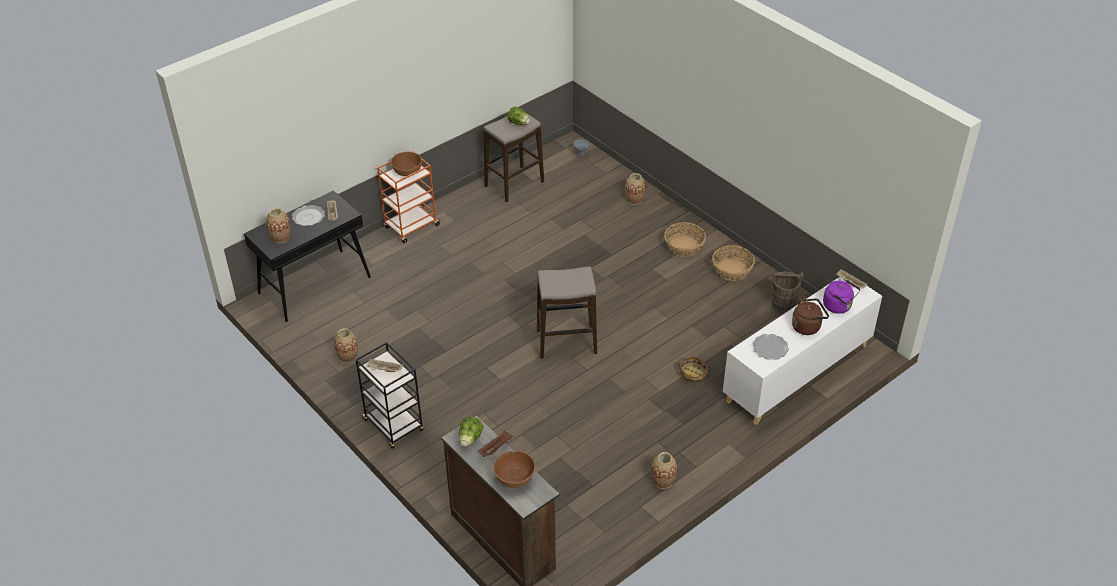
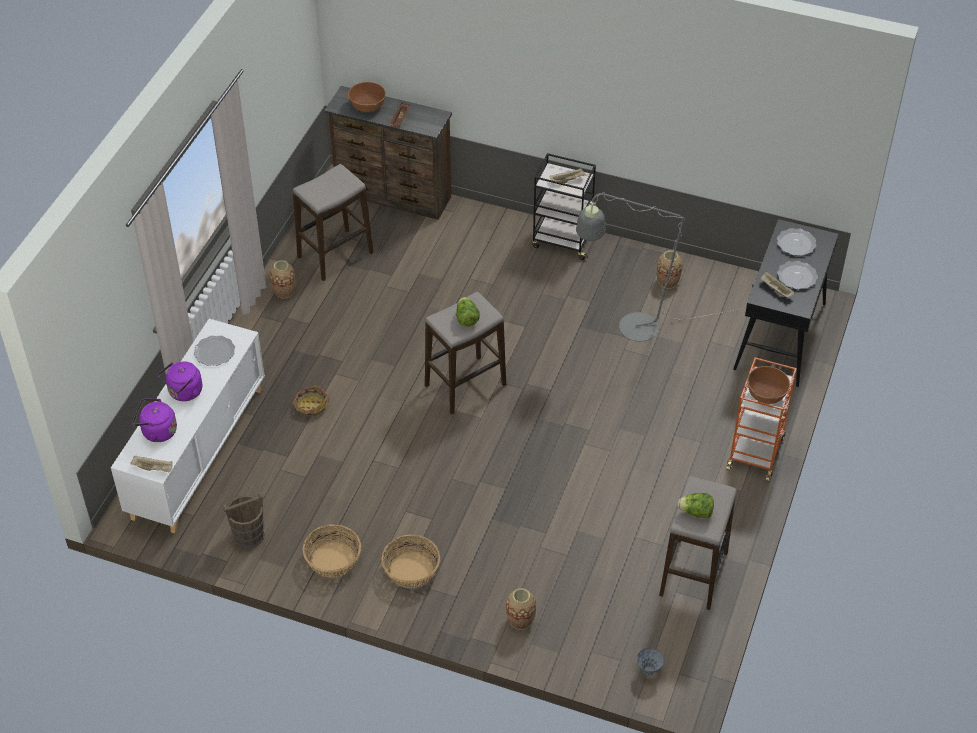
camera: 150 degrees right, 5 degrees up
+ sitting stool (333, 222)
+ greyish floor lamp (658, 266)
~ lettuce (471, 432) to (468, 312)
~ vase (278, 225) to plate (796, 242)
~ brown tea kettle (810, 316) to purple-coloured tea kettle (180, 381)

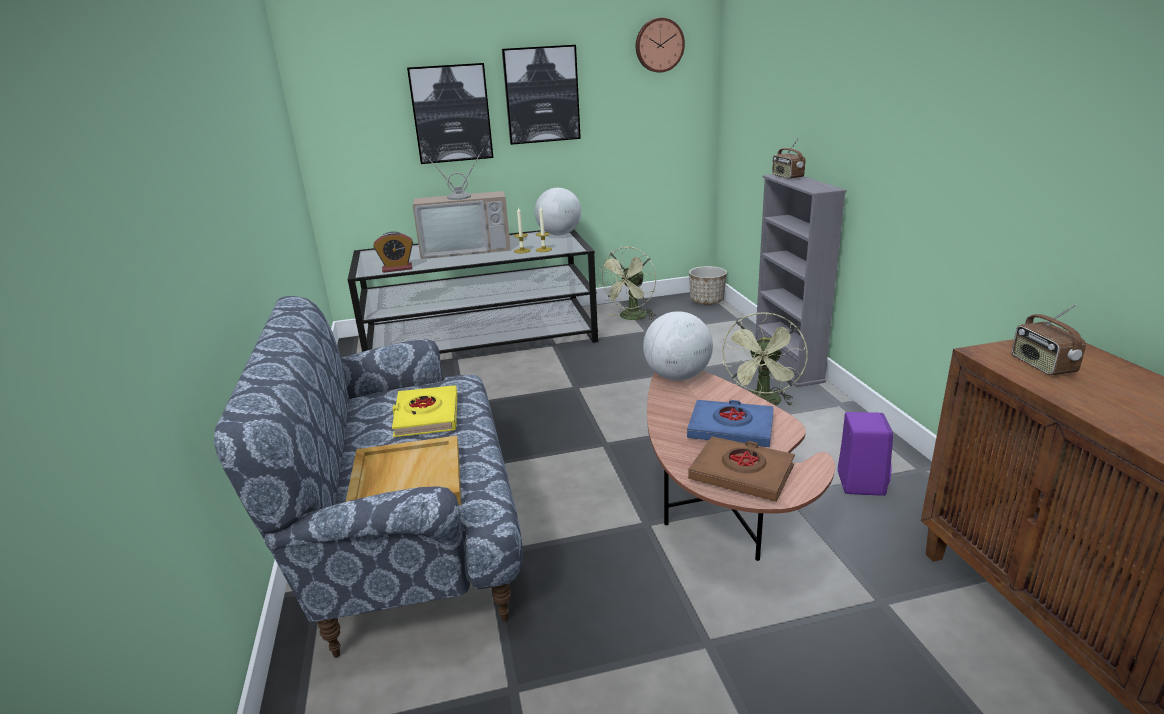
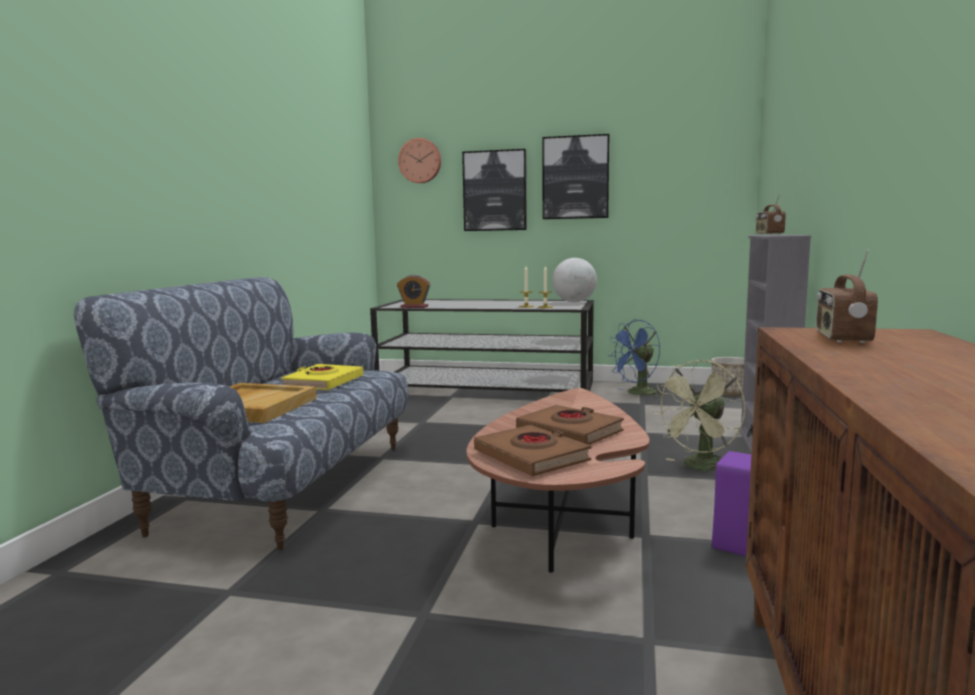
camera: 25 degrees right, 15 degrees down
- TV (462, 203)
- globe (678, 346)
~ clock on the wall (660, 45) to (419, 160)
~ green fan (627, 283) to blue fan (636, 358)
~ blue bound book (730, 423) to brown bound book (570, 425)

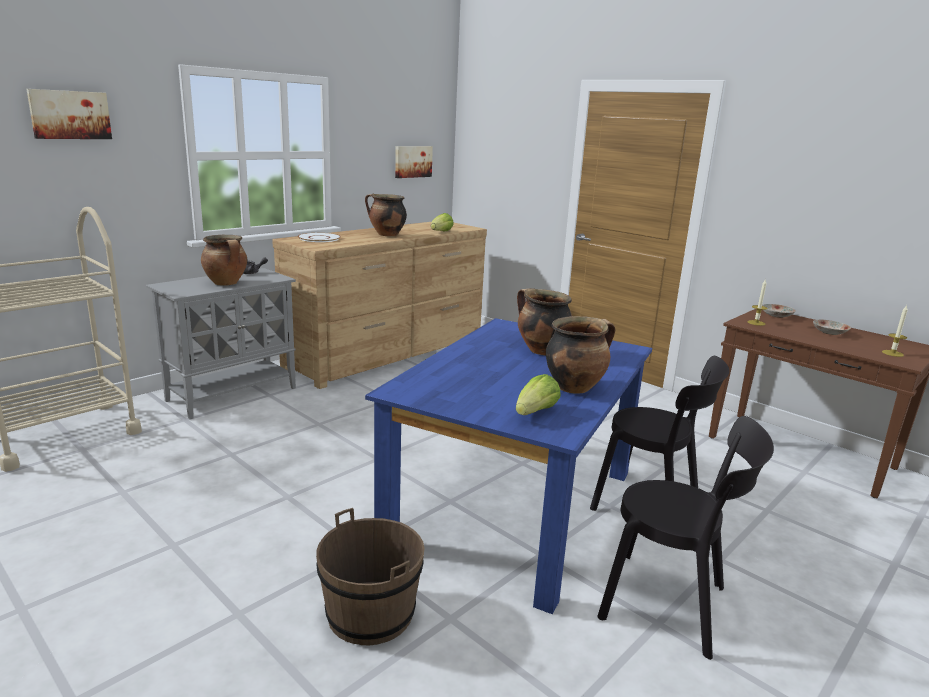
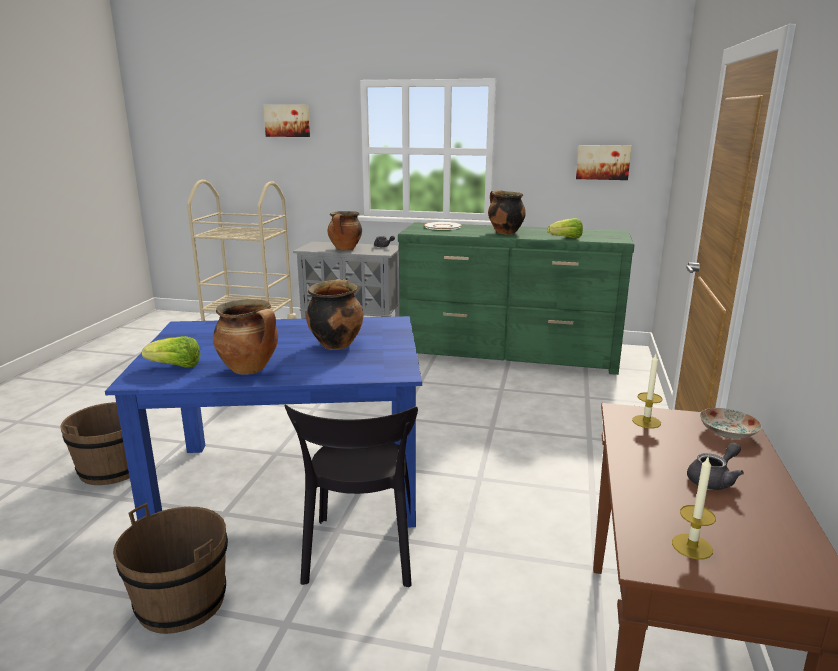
camera: 60 degrees right, 0 degrees up
~ blackish plain chair (686, 538) to brown bucket (170, 568)
~ plate (832, 327) to greyish tea pot (715, 466)
~ brown dresser (379, 305) to green dresser (516, 298)

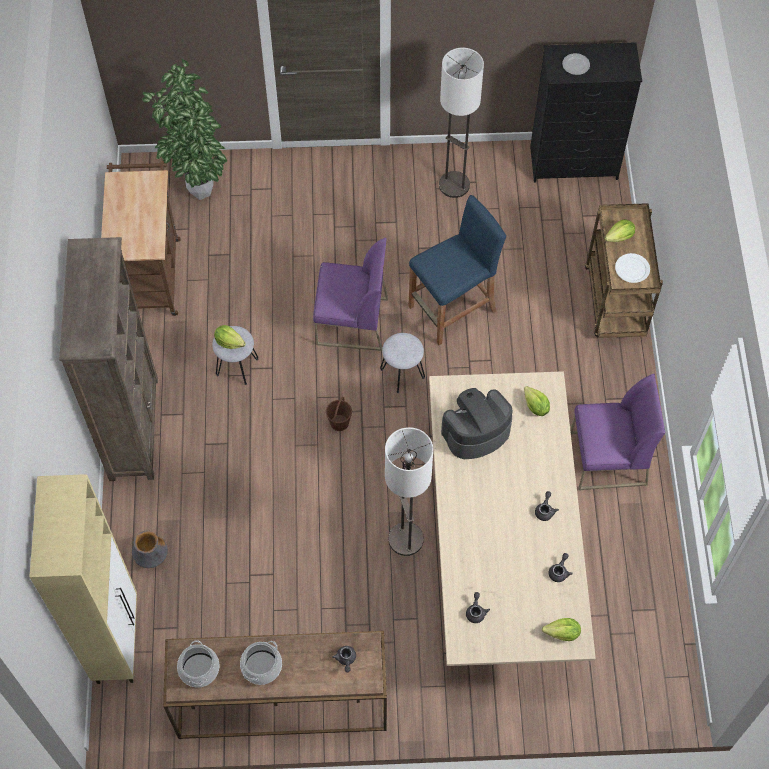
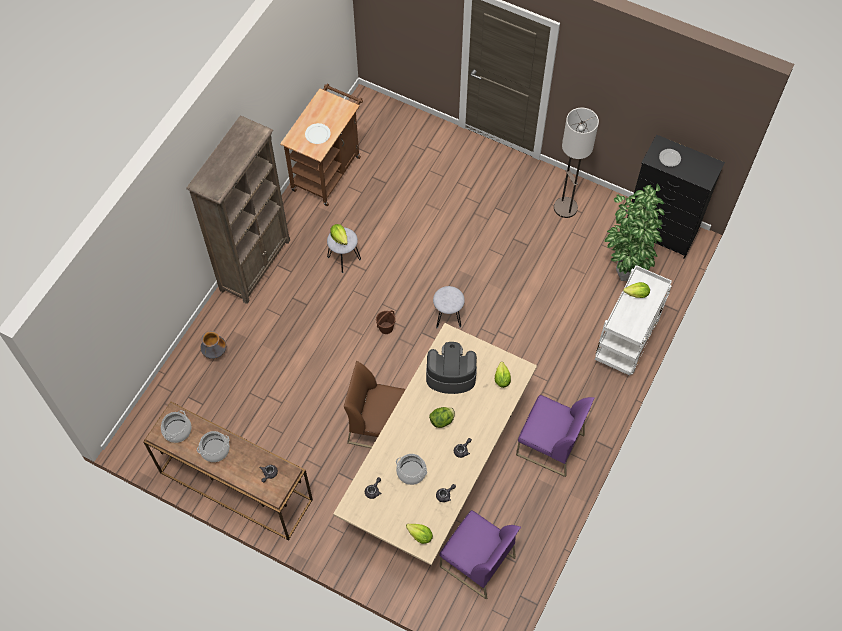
camera: 30 degrees right, 0 degrees up
- beige-coloured cupboard (83, 579)
- blue sitting stool (457, 270)
+ saucepot (411, 469)
+ lettuce (442, 417)
~ potted plant (184, 129) to (634, 232)
~ purple-coloured plain chair (350, 294) to (480, 555)
~ whitish plate (632, 268) to (318, 133)
~ floor lamp (409, 491) to brown plain chair (375, 404)
~ brown trolley (624, 270) to whitish trolley (633, 320)

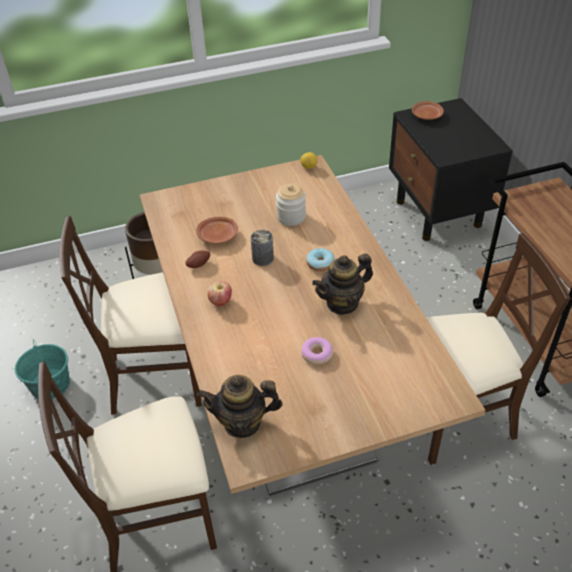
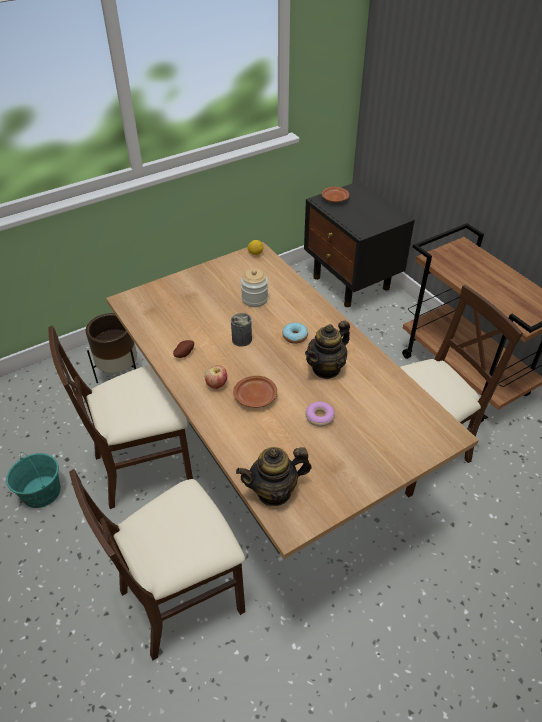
camera: 15 degrees left, 0 degrees up
~ brown plate (217, 230) to (255, 392)

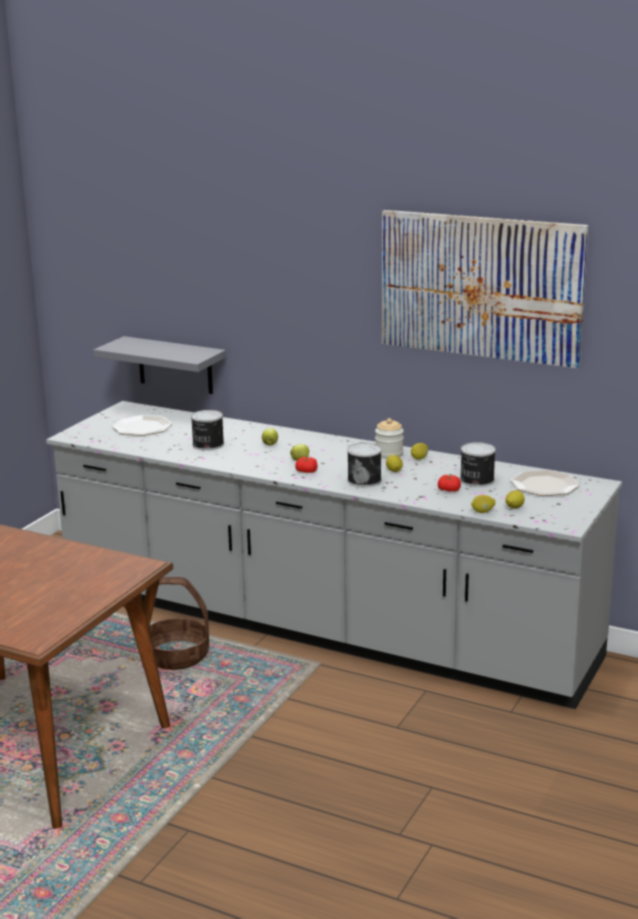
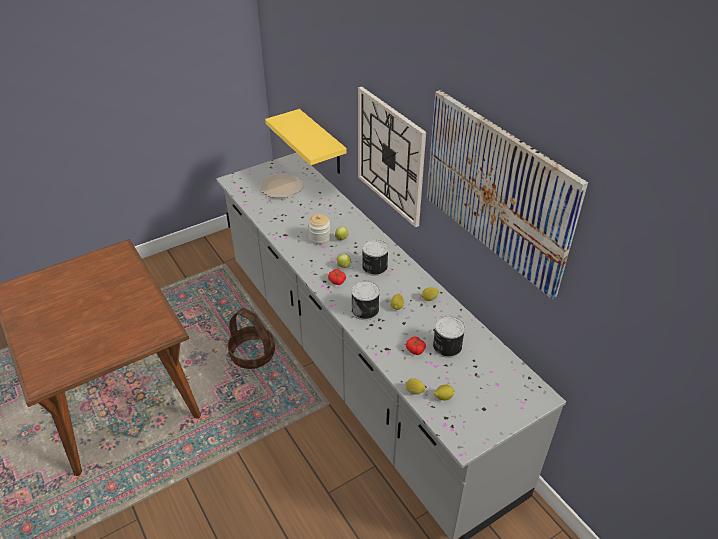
camera: 30 degrees right, 20 degrees up
- plate (545, 483)
+ clock on the wall (392, 157)
~ metal can (207, 430) to (375, 257)
~ storage jar (389, 438) to (319, 229)
~ greyish bracket shelf (159, 365) to yellowish bracket shelf (306, 141)

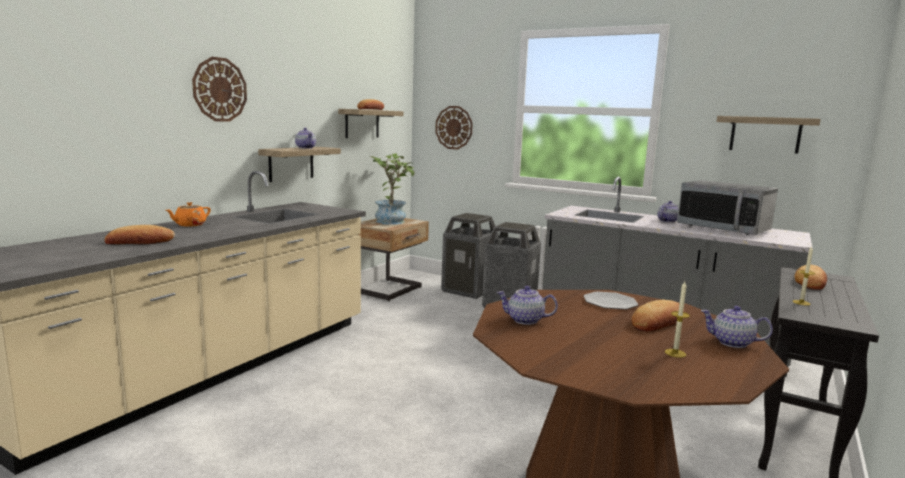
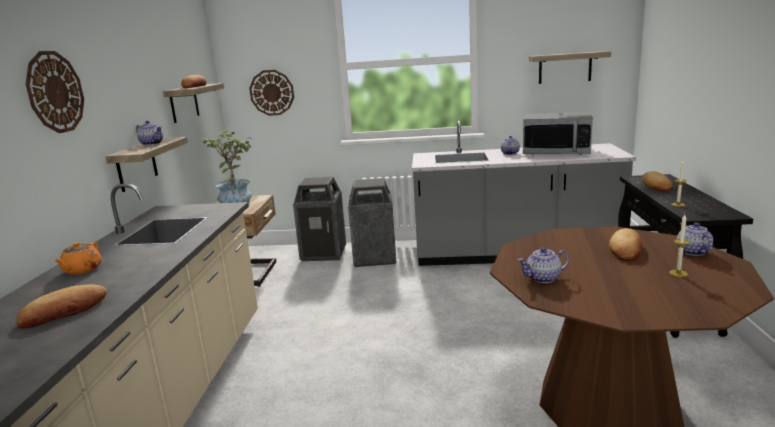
camera: 25 degrees left, 5 degrees up
- plate (611, 301)
~ tea pot (737, 327) = (695, 239) 90 degrees clockwise

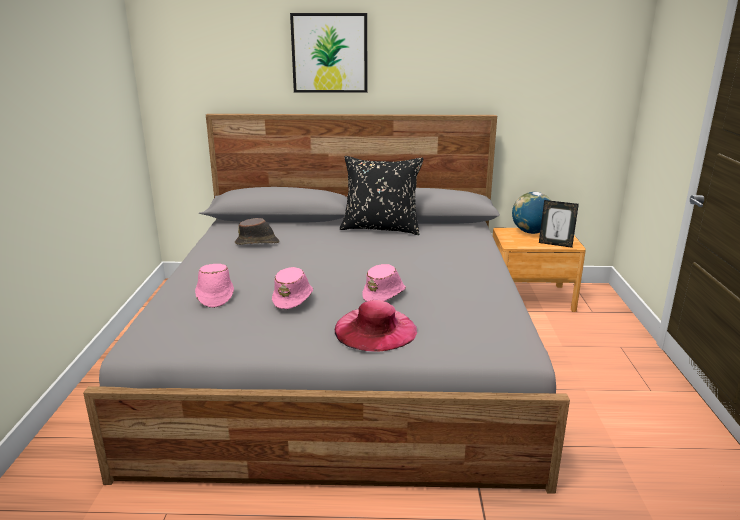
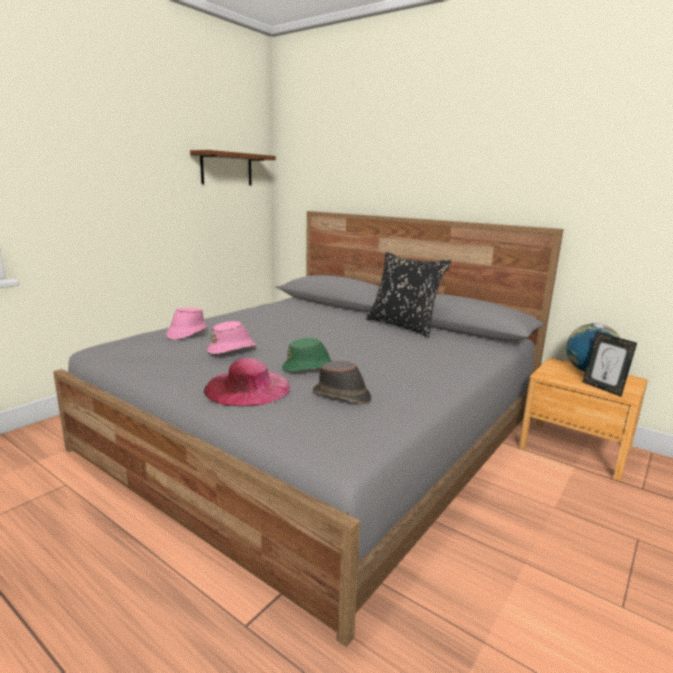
camera: 35 degrees right, 5 degrees down
- picture (328, 53)
+ brown bracket shelf (233, 167)
~ brown clothing hat (257, 231) to (342, 382)
~ pink-coloured clothing hat (384, 283) to green clothing hat (307, 355)

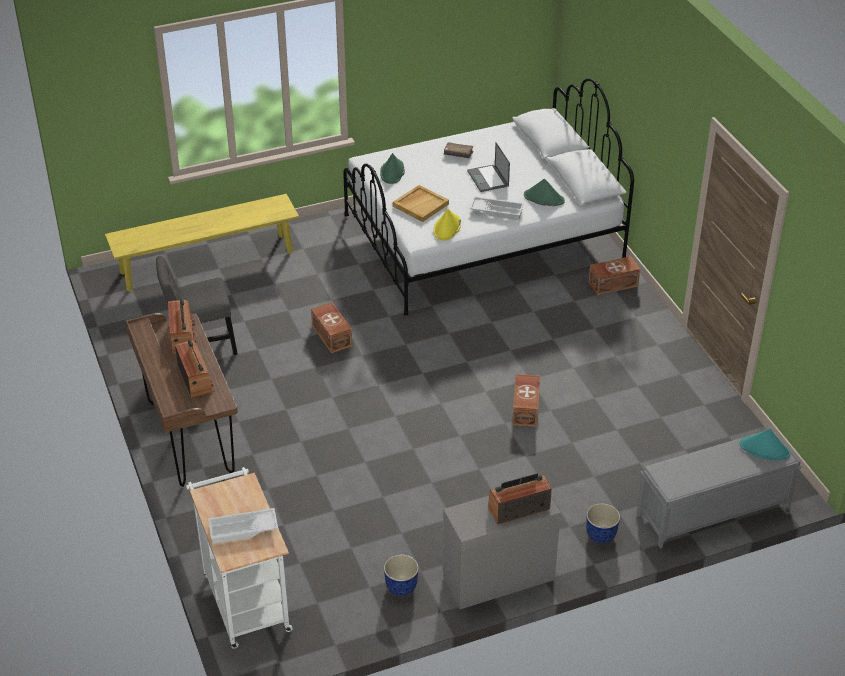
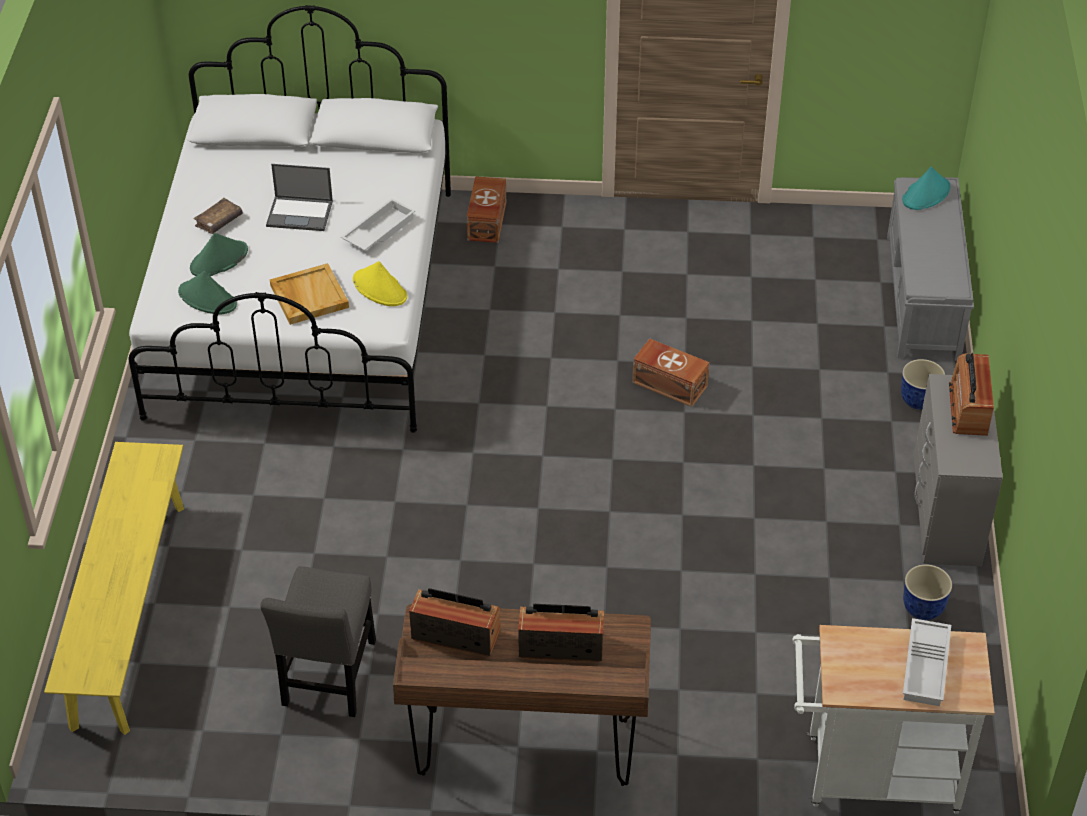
camera: 65 degrees left, 5 degrees up
- brown storage container (331, 327)
~ green clothing hat (544, 192) to (219, 254)

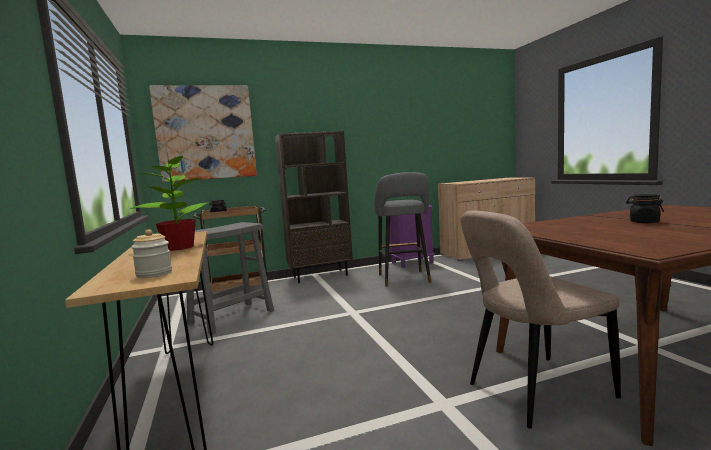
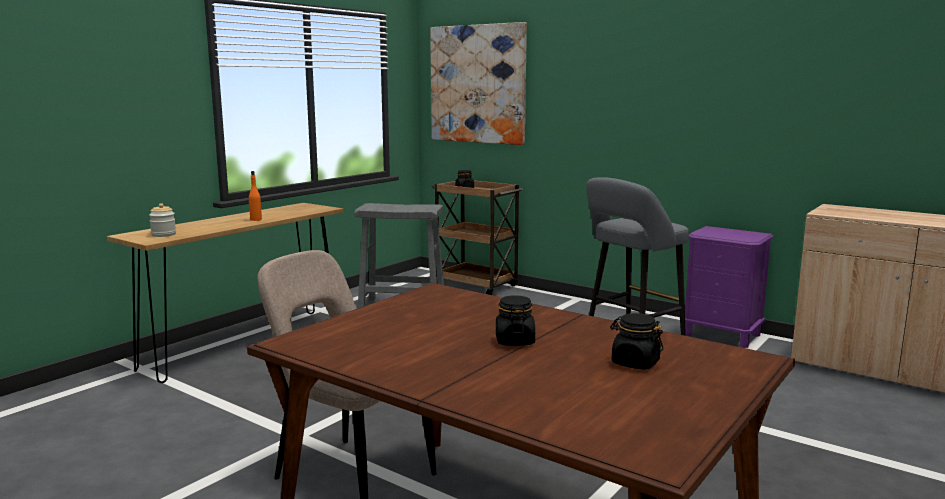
camera: 55 degrees right, 5 degrees up
- brown bookshelf (314, 207)
+ blackish storage jar (636, 341)
~ potted plant (170, 202) to orange drink bottle (255, 196)

